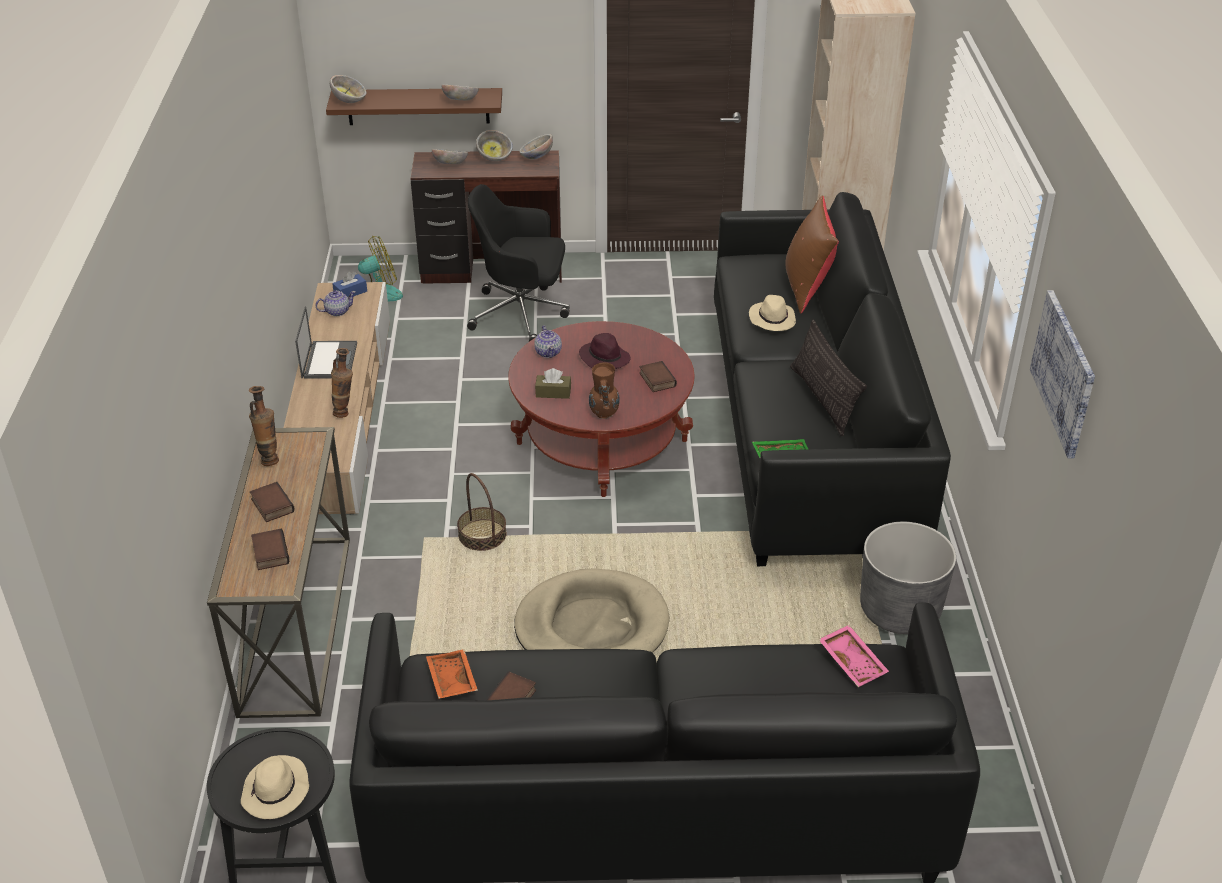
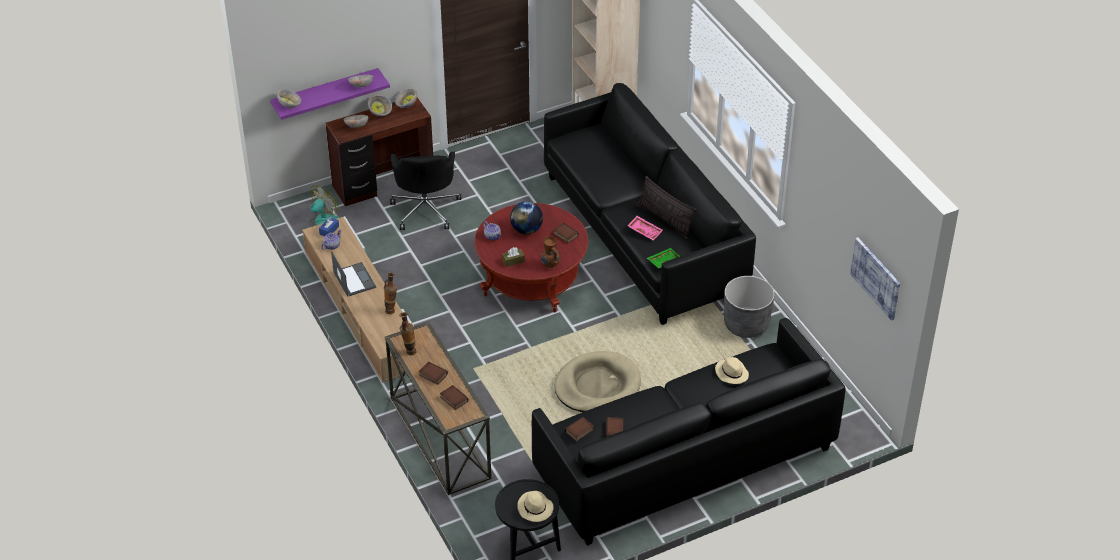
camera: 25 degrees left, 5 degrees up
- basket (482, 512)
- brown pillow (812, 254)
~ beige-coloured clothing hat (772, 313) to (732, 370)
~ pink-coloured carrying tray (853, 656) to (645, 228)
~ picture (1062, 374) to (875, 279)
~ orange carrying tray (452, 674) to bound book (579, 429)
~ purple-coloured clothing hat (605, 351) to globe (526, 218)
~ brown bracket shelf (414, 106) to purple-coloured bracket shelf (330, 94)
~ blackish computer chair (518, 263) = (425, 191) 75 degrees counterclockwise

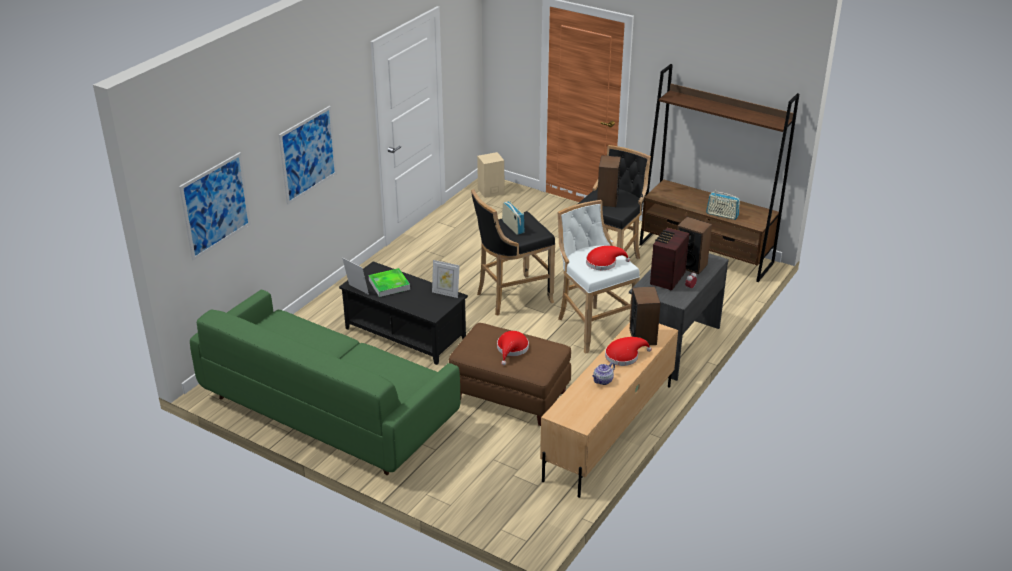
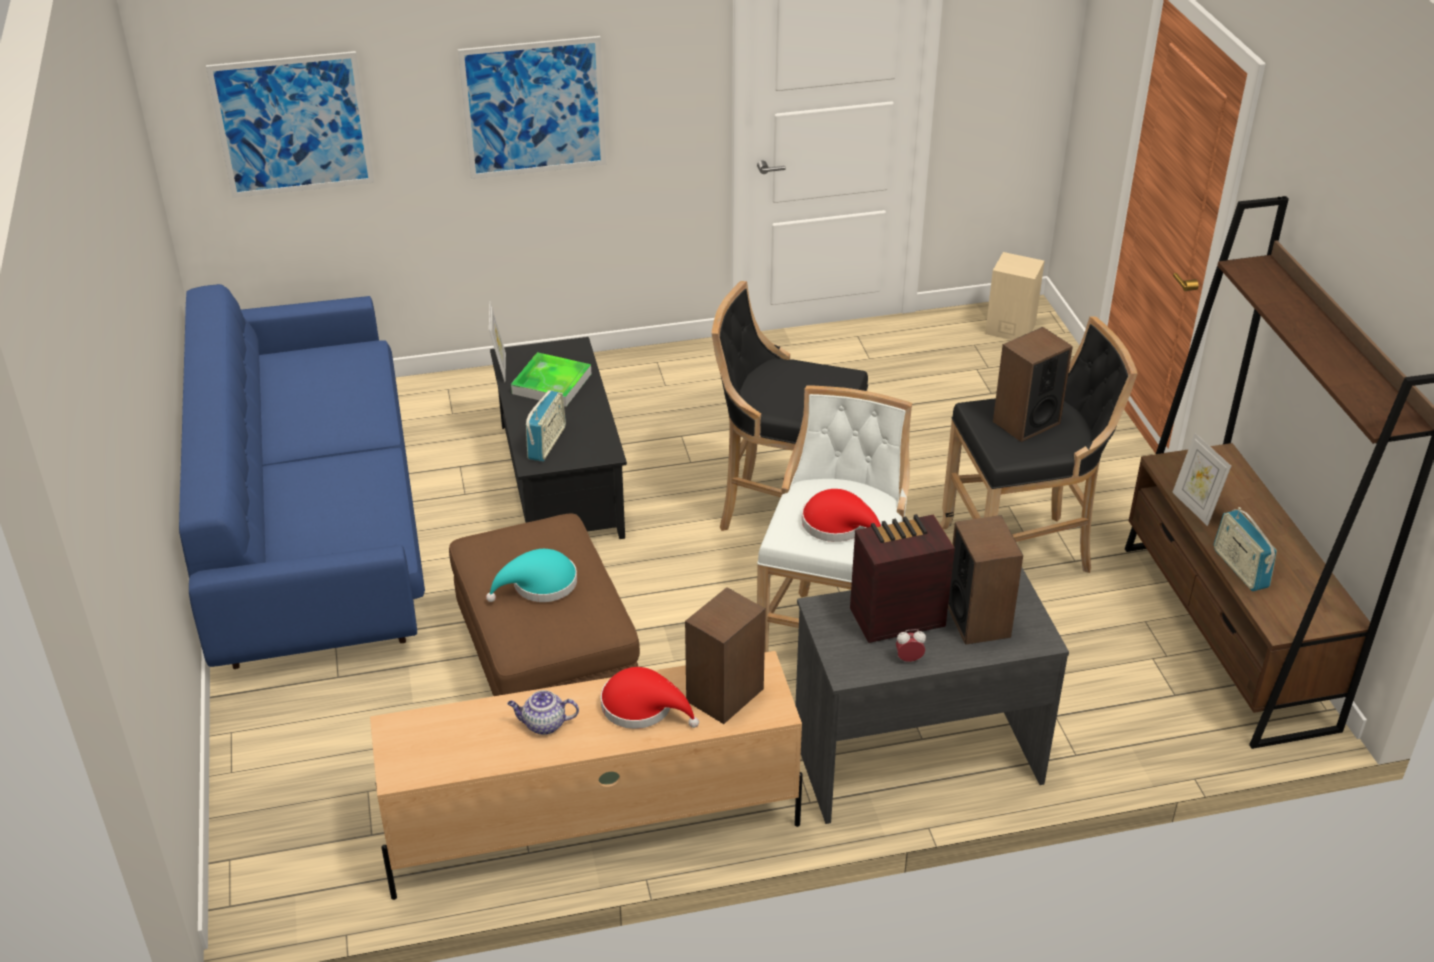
camera: 45 degrees right, 5 degrees up
~ photo frame (446, 279) to (1201, 479)
~ radio (513, 218) to (546, 426)
~ green couch (325, 382) to blue couch (302, 476)
~ red-coloured clothing hat (513, 348) to turquoise-coloured clothing hat (531, 575)

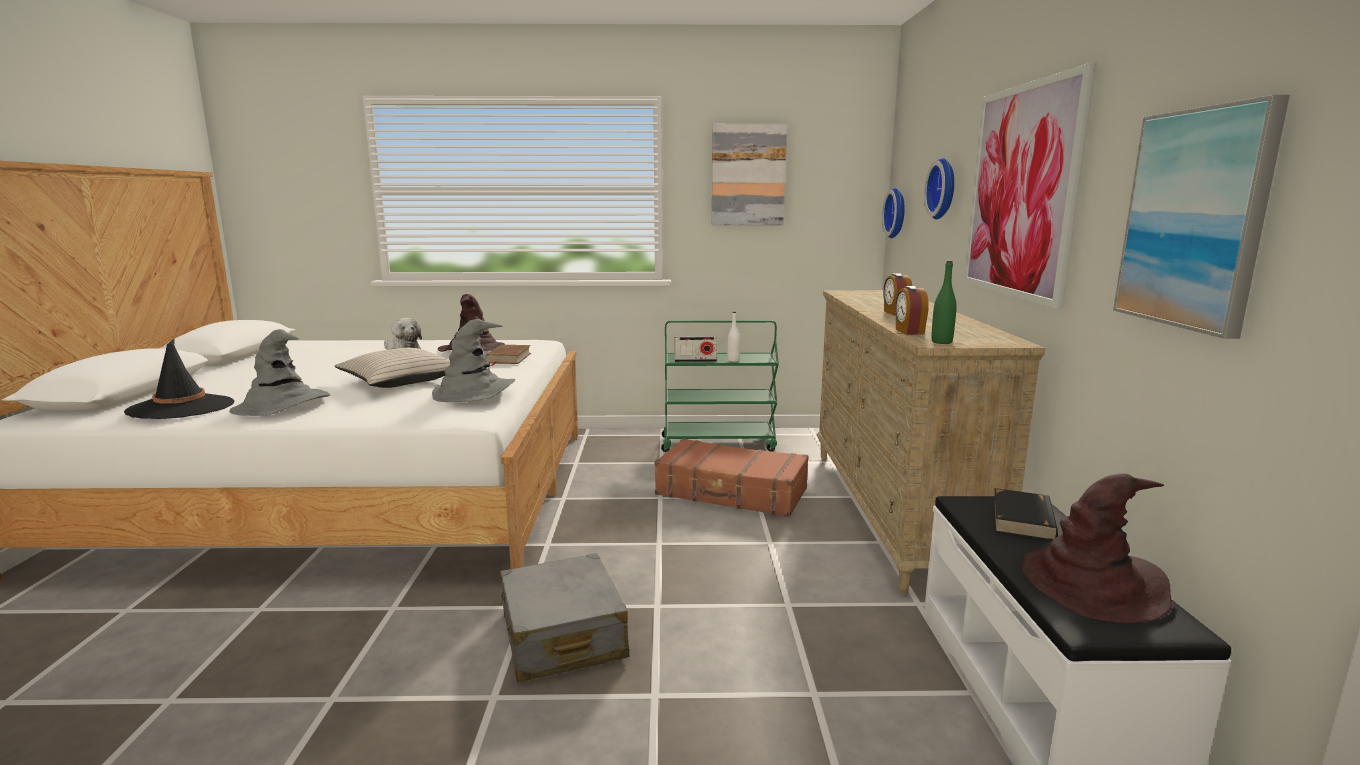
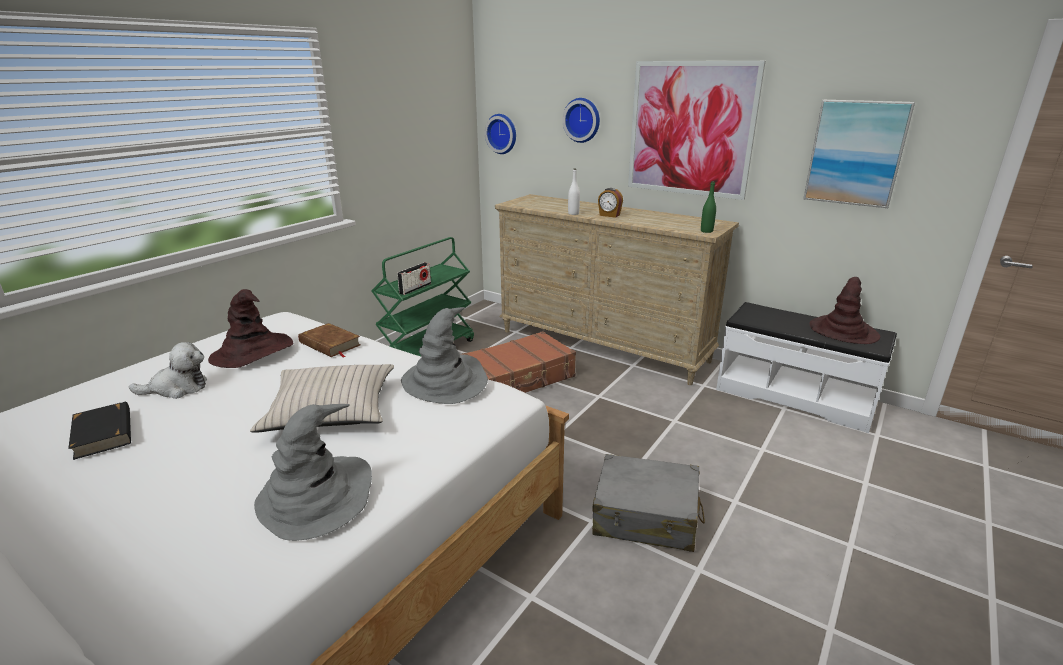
camera: 55 degrees left, 10 degrees up
- blackish clothing hat (179, 378)
- picture (749, 174)
- bedside clock (912, 310)
~ whitish drink bottle (733, 337) to (574, 191)
~ blackish bound book (1025, 514) to (99, 430)

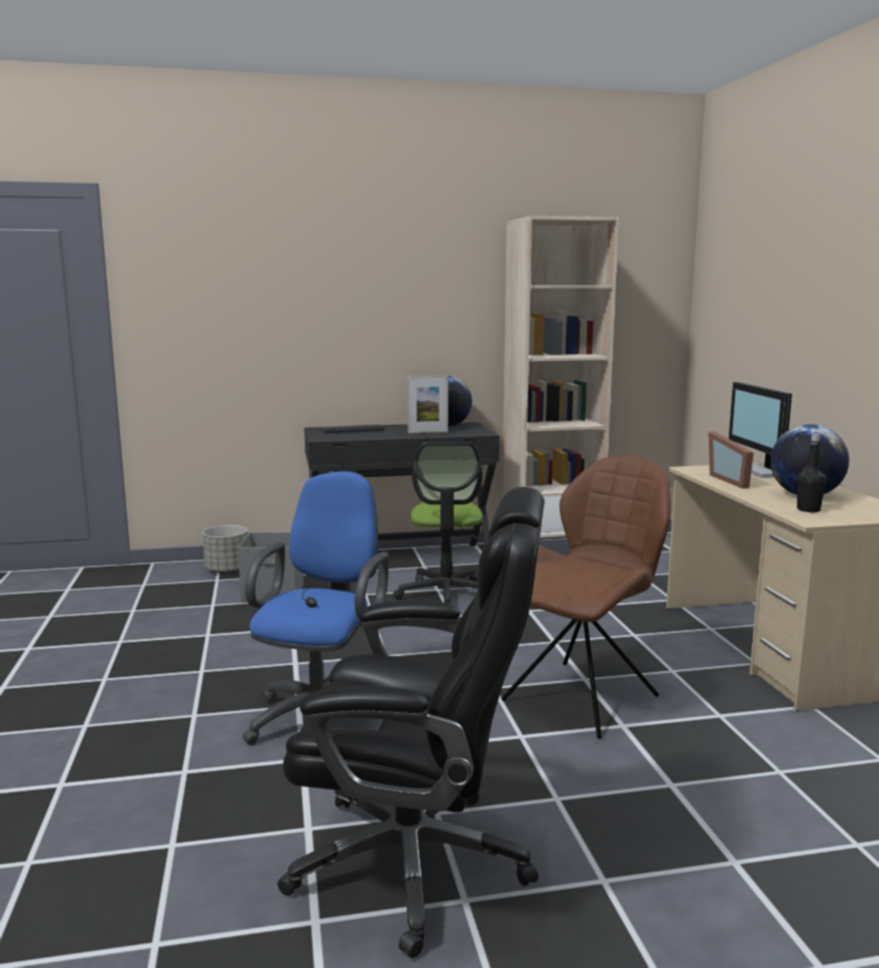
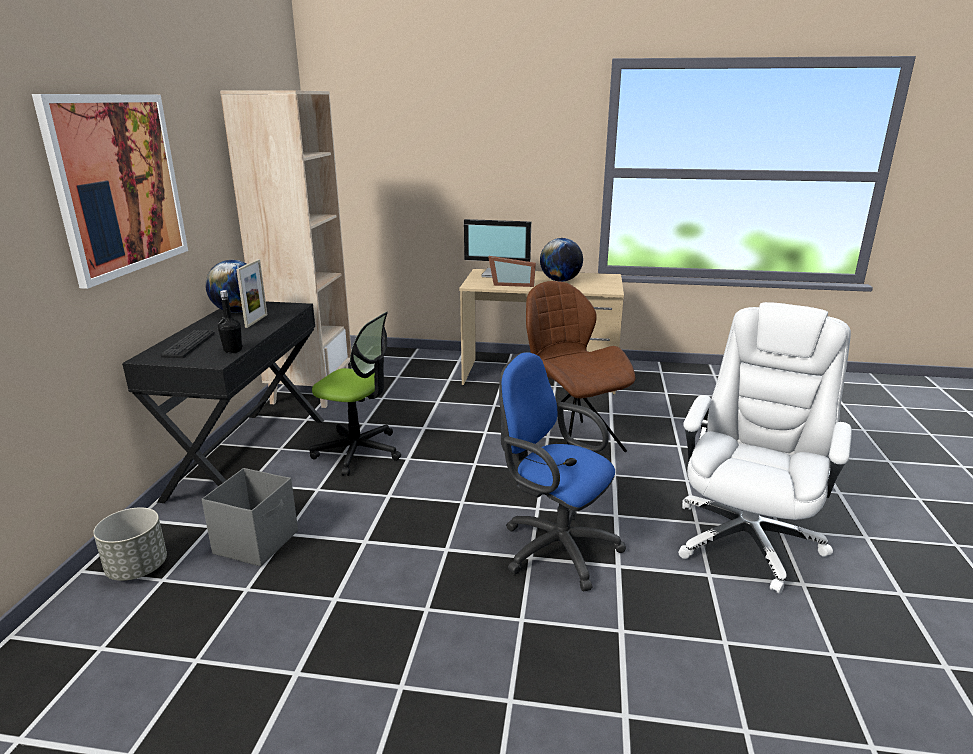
camera: 70 degrees left, 10 degrees up
+ picture (110, 191)
~ blackish drink bottle (811, 472) to (230, 321)
~ blackish computer chair (411, 722) to whitish computer chair (765, 448)

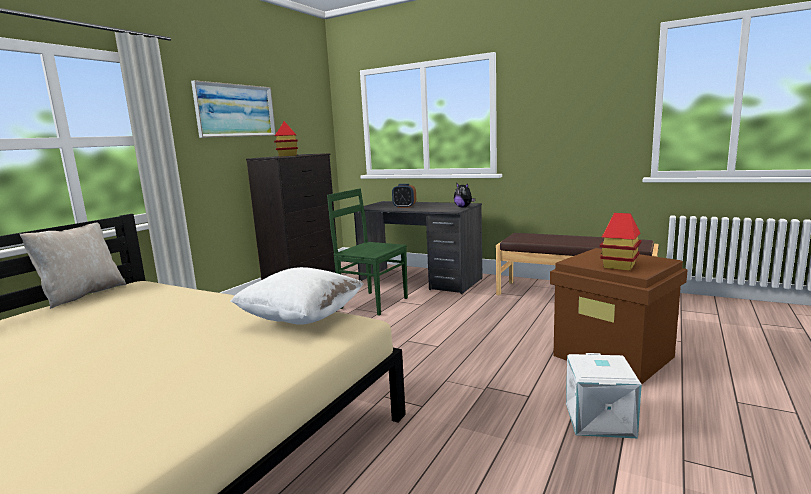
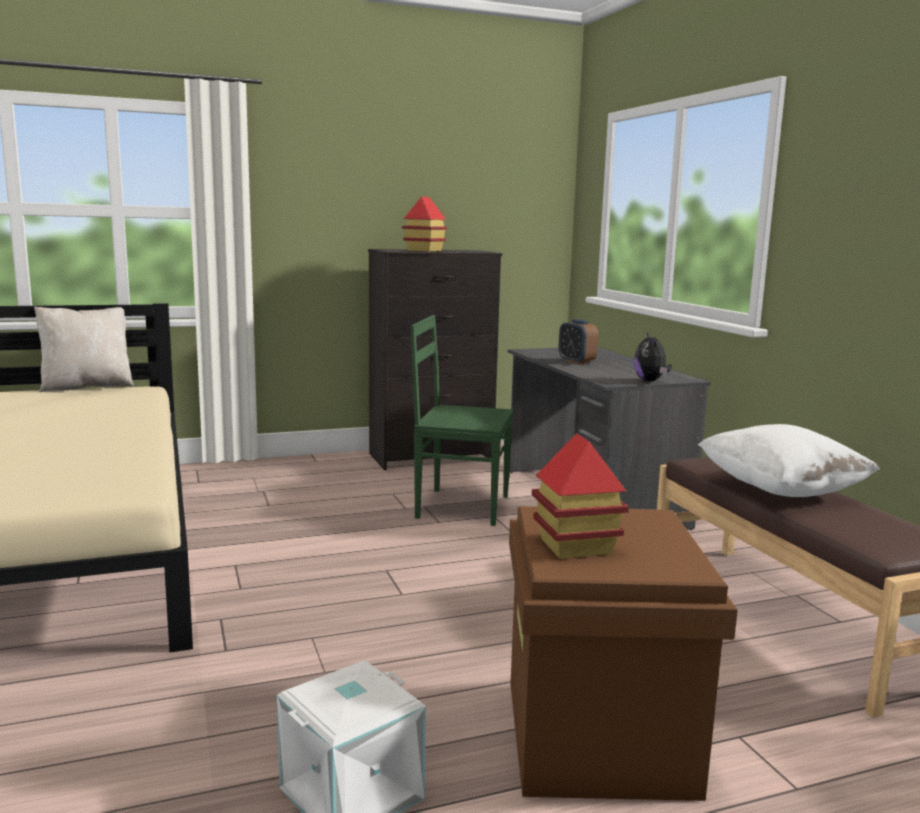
camera: 40 degrees right, 0 degrees up
- picture (233, 109)
~ whitish pillow (297, 296) to (788, 460)
~ green plain chair (367, 252) = (462, 420) 60 degrees counterclockwise

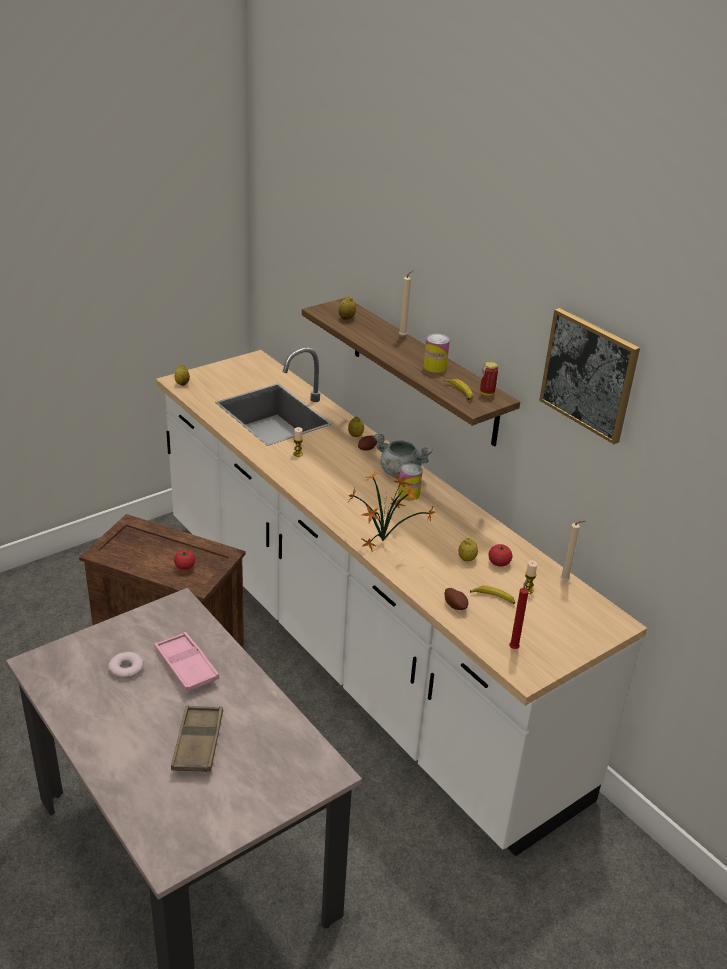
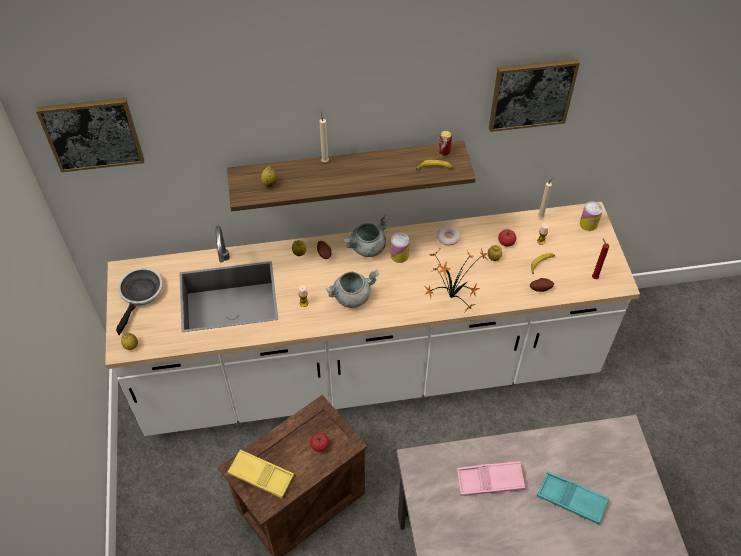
camera: 60 degrees left, 20 degrees up
+ picture (90, 135)
+ pan (139, 301)
+ yellowish carrying tray (261, 473)
+ greyish saucepot (352, 289)
~ doughnut (126, 665) to (449, 235)
~ metal can (437, 353) to (591, 216)
~ brown carrying tray (197, 739) to turquoise-coloured carrying tray (573, 498)

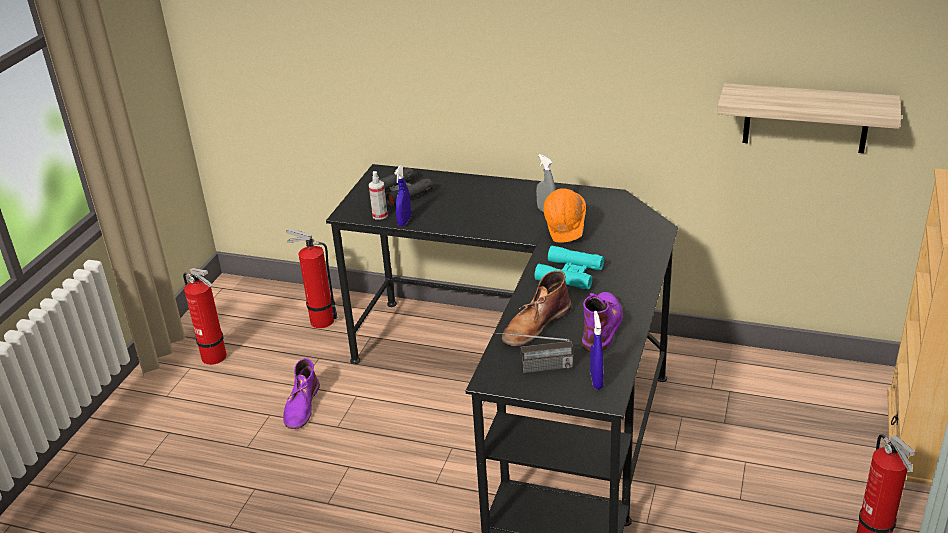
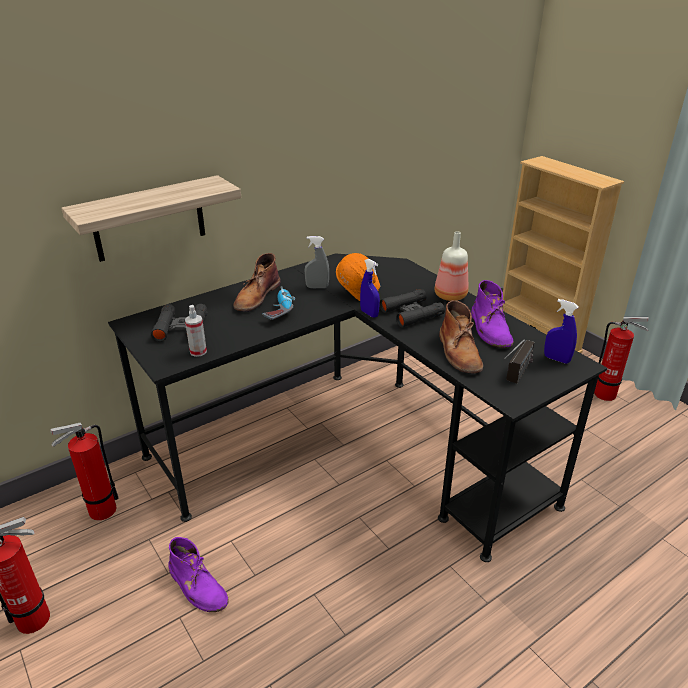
camera: 55 degrees left, 0 degrees up
+ brown tall boot (257, 282)
+ drill (279, 303)
+ drink bottle (451, 266)
~ blue hand sprayer (402, 195) to (370, 288)
~ bracket shelf (809, 118) to (151, 218)
~ turquoise-coloured binoculars (569, 267) to blackish binoculars (412, 308)
~ purple-coloured tall boot (602, 322) = (492, 314) 150 degrees counterclockwise

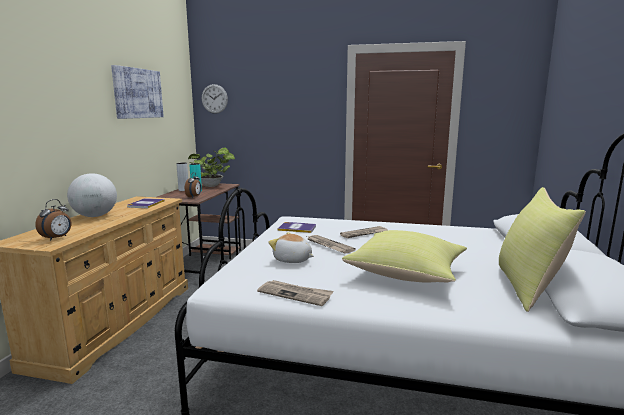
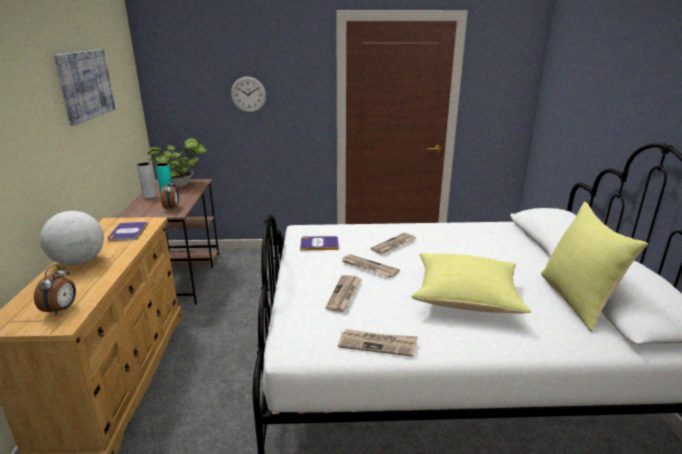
camera: 15 degrees left, 10 degrees up
~ clock on the wall (215, 99) to (248, 94)
~ cuddly toy (291, 247) to printed paper (344, 293)

